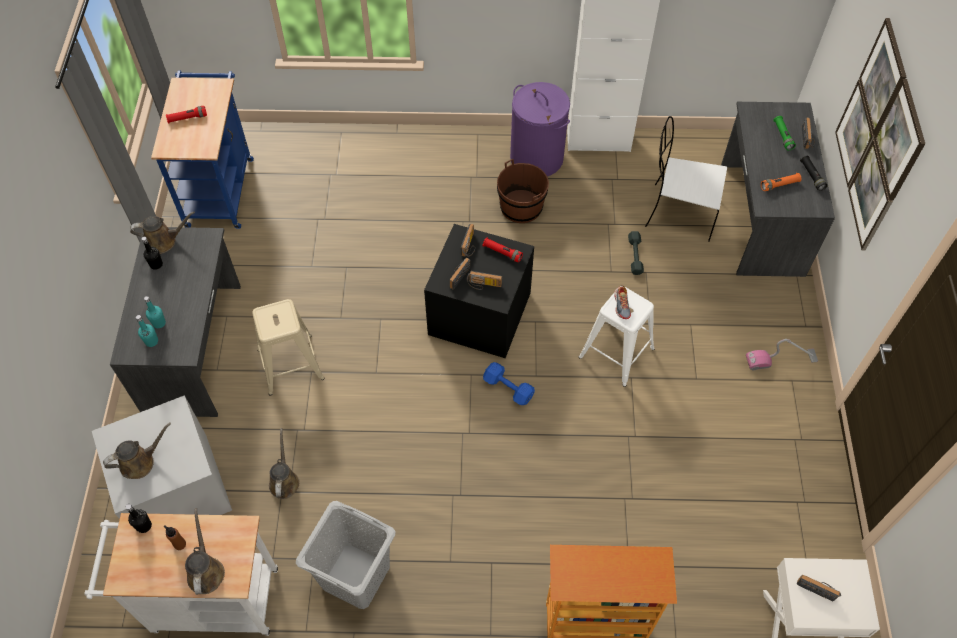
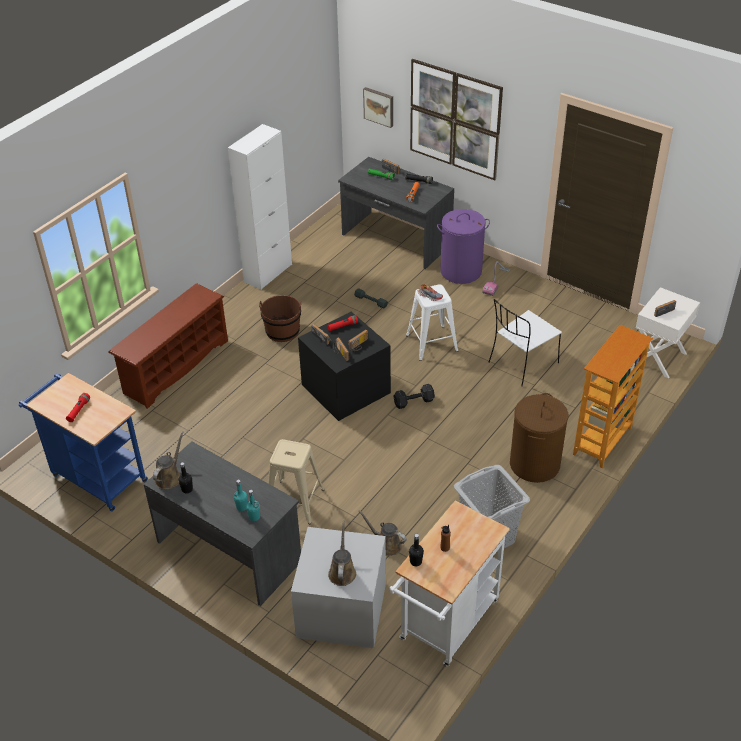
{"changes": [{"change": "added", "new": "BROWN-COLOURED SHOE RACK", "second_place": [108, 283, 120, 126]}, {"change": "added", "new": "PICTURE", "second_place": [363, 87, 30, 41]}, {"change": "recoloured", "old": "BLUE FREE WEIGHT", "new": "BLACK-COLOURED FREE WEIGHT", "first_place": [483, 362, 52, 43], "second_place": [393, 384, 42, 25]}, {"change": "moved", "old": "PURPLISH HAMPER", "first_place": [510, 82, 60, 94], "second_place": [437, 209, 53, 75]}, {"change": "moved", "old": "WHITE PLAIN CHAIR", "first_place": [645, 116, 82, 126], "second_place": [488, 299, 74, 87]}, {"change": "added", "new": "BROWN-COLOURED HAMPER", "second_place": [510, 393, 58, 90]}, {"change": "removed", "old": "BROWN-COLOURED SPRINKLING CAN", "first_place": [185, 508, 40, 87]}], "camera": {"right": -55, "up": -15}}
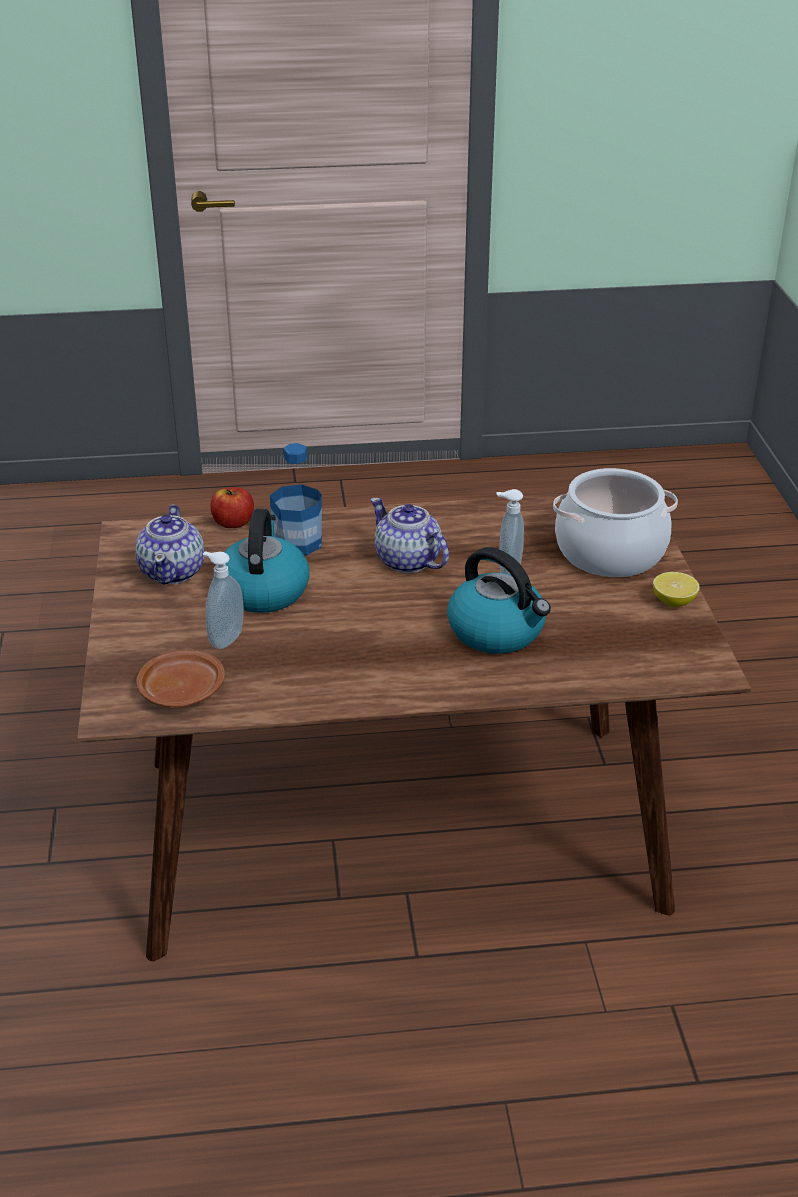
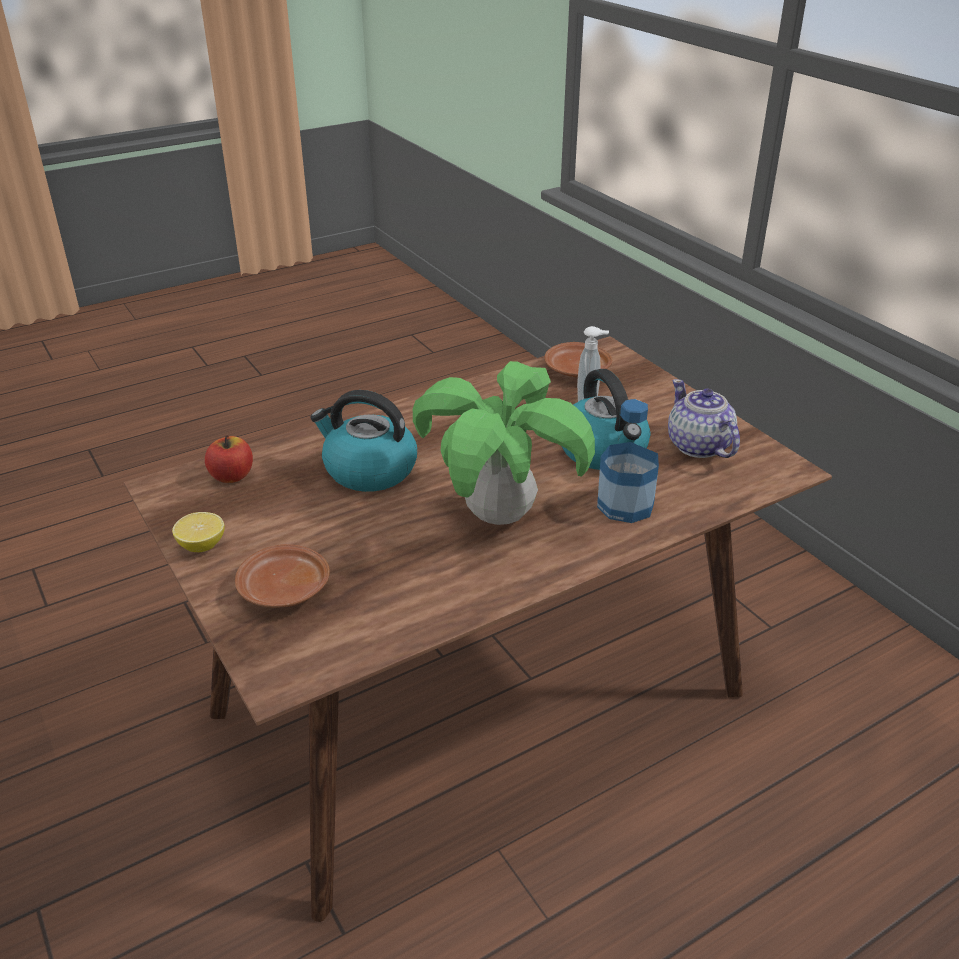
{"changes": [{"change": "moved", "old": "WHOLE APPLE", "first_place": [210, 487, 44, 41], "second_place": [205, 435, 48, 48]}, {"change": "replaced", "old": "COOKING POT", "new": "BROWN-COLOURED FLAT DISH", "first_place": [553, 468, 125, 109], "second_place": [235, 544, 95, 64]}, {"change": "replaced", "old": "TEA POT", "new": "POTTED PLANT", "first_place": [370, 498, 79, 75], "second_place": [413, 361, 182, 164]}, {"change": "removed", "old": "SOAP DISPENSER", "first_place": [496, 489, 28, 85]}], "camera": {"right": 155, "up": 0}}
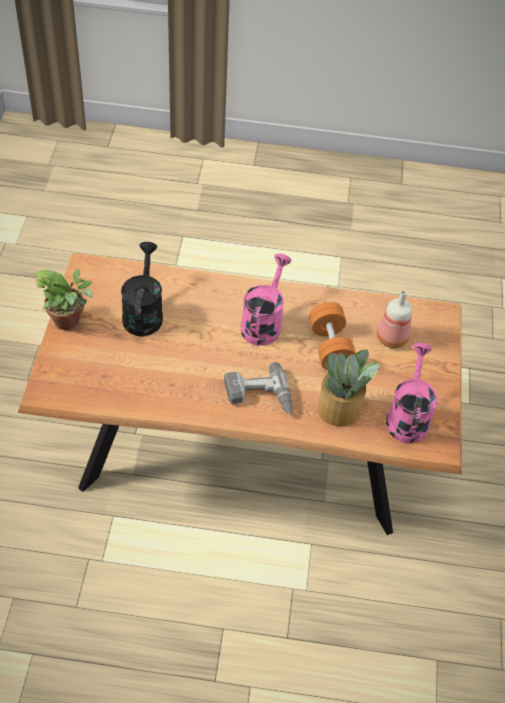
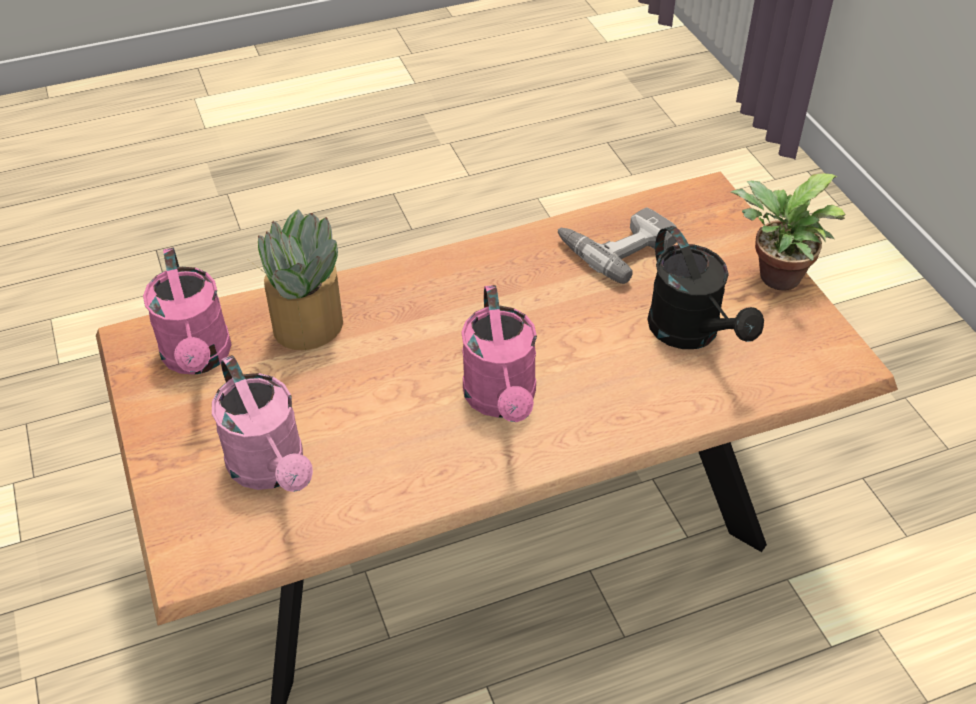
{"changes": [{"change": "replaced", "old": "BOTTLE", "new": "PINKISH SPRINKLING CAN", "first_place": [376, 290, 36, 58], "second_place": [212, 355, 101, 137]}, {"change": "moved", "old": "DRILL", "first_place": [224, 362, 68, 53], "second_place": [558, 208, 119, 76]}, {"change": "removed", "old": "ORANGE-COLOURED FREE WEIGHT", "first_place": [309, 302, 47, 68]}], "camera": {"right": 155, "up": -5}}
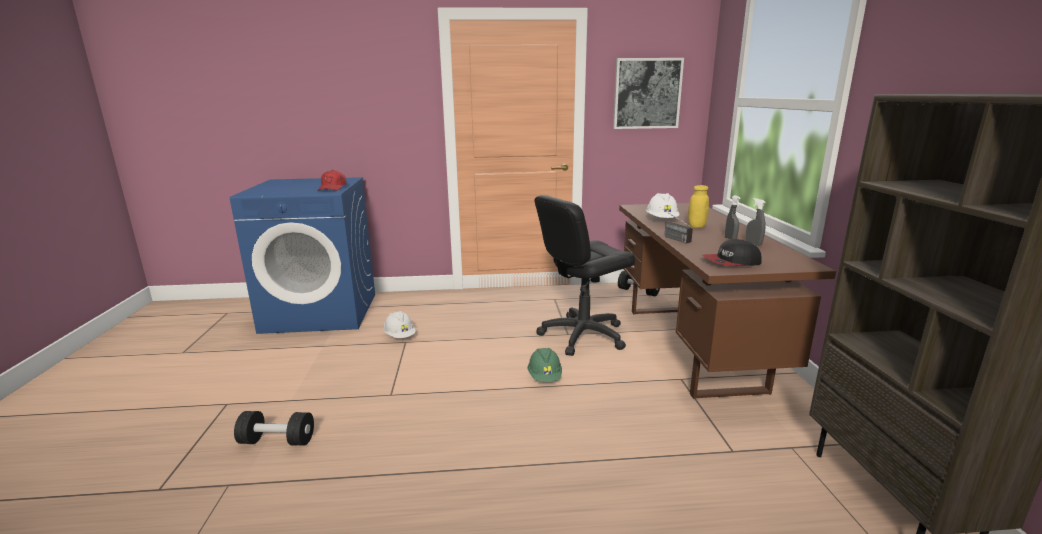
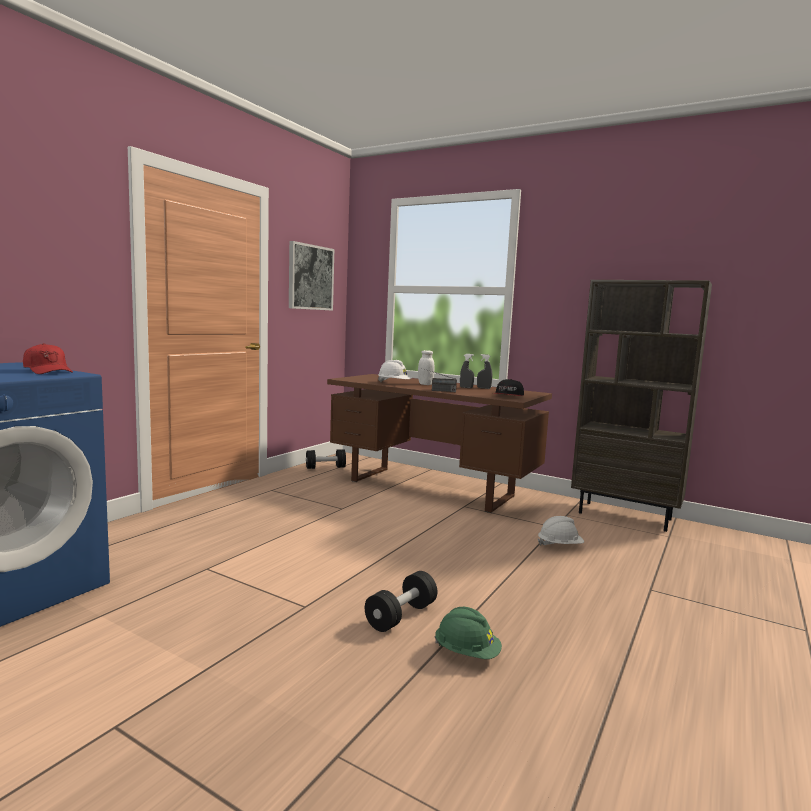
{"changes": [{"change": "moved", "old": "BLACK-COLOURED FREE WEIGHT", "first_place": [234, 411, 80, 35], "second_place": [365, 571, 72, 61]}, {"change": "recoloured", "old": "YELLOW-COLOURED JAR", "new": "WHITE JAR", "first_place": [688, 185, 21, 43], "second_place": [418, 350, 16, 35]}, {"change": "moved", "old": "GREENISH WORK HELMET", "first_place": [528, 348, 34, 34], "second_place": [435, 607, 67, 52]}, {"change": "moved", "old": "WHITE WORK HELMET", "first_place": [383, 311, 33, 27], "second_place": [538, 516, 46, 30]}, {"change": "removed", "old": "BLACK-COLOURED DESK CHAIR", "first_place": [535, 195, 100, 161]}], "camera": {"right": -55, "up": -10}}
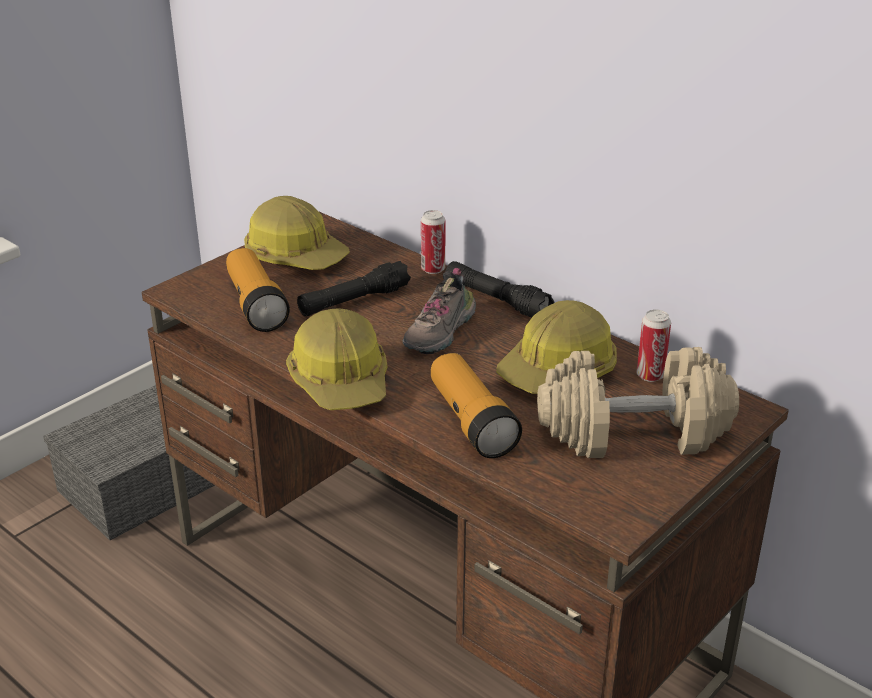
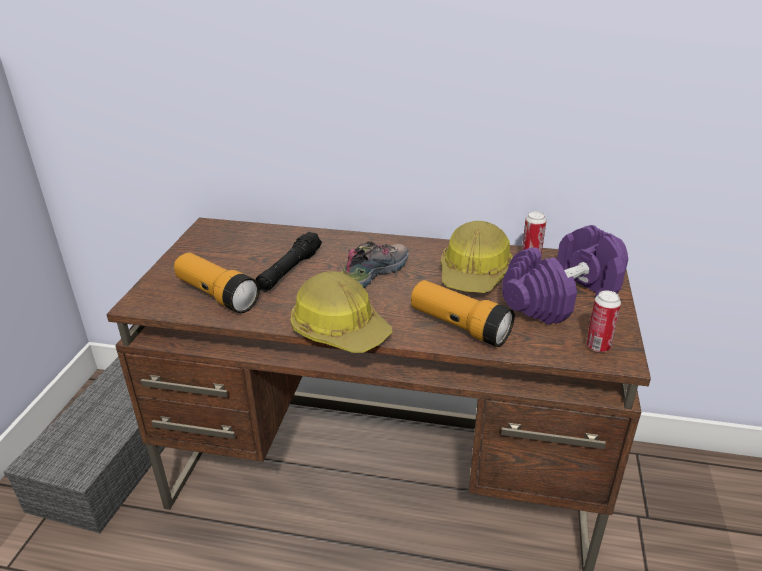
{"changes": [{"change": "turned", "old": "LOW SHOE", "first_place": [402, 268, 74, 86], "second_place": [341, 241, 68, 47], "degrees": -135}, {"change": "recoloured", "old": "SAND-COLOURED FREE WEIGHT", "new": "PURPLISH FREE WEIGHT", "first_place": [537, 347, 202, 111], "second_place": [502, 225, 126, 100]}, {"change": "moved", "old": "CAN", "first_place": [421, 210, 24, 64], "second_place": [586, 290, 35, 62]}, {"change": "removed", "old": "WORK HELMET", "first_place": [244, 196, 106, 74]}, {"change": "removed", "old": "BLACK-COLOURED TORCH", "first_place": [446, 261, 109, 56]}], "camera": {"right": -30, "up": 0}}
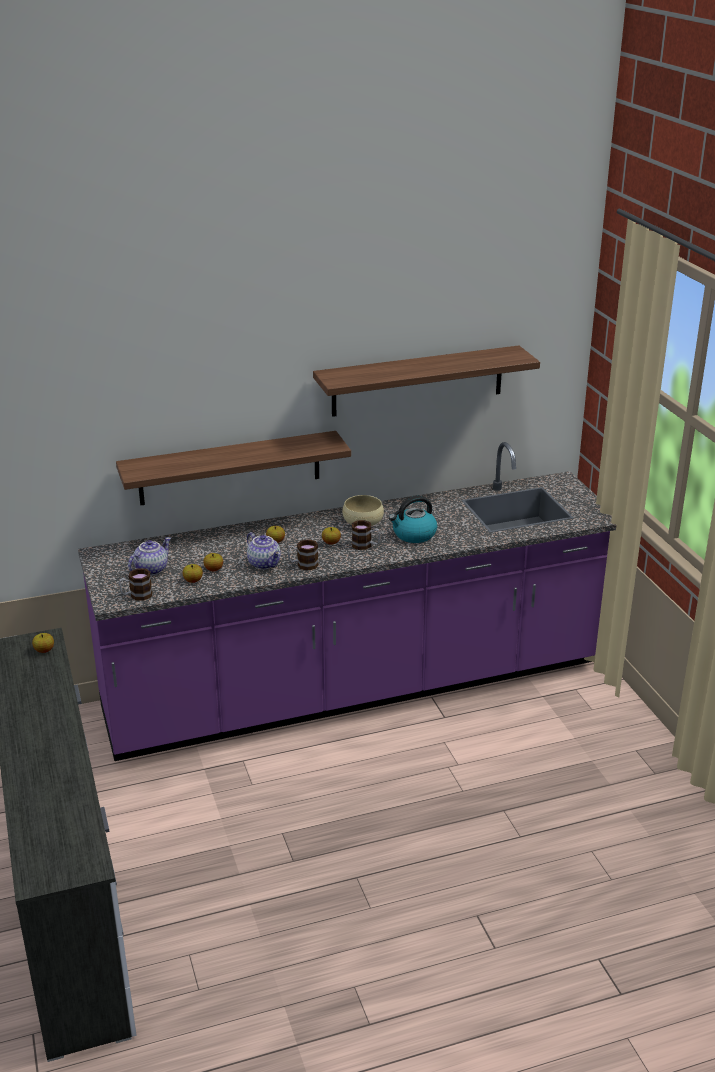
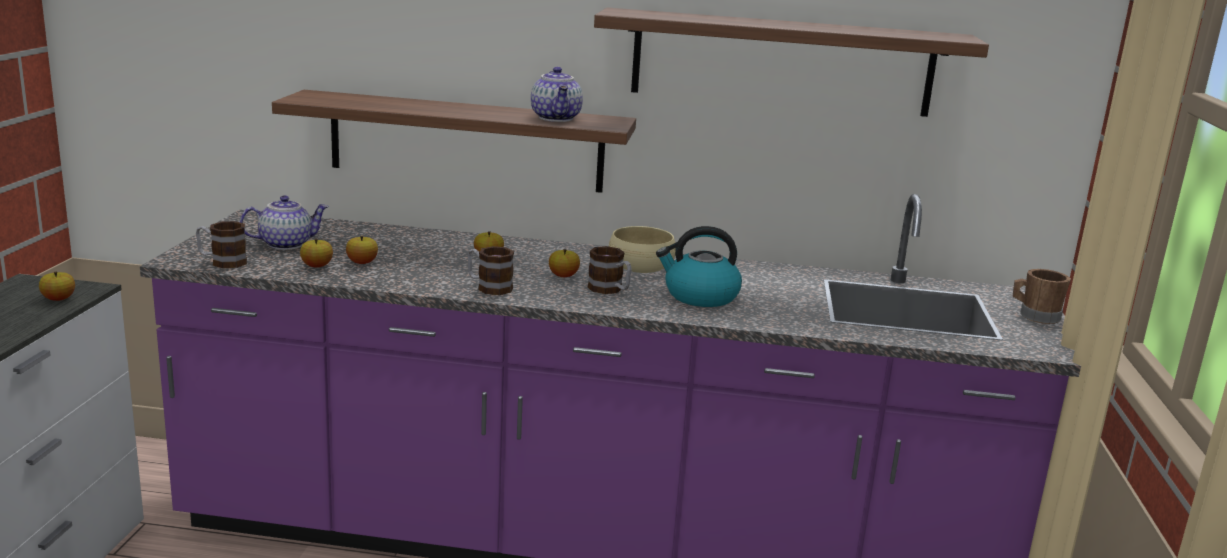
{"changes": [{"change": "moved", "old": "TEA POT", "first_place": [247, 532, 34, 38], "second_place": [531, 67, 52, 55]}, {"change": "added", "new": "BROWN-COLOURED TEA MUG", "second_place": [1013, 269, 58, 55]}], "camera": {"right": 25, "up": -10}}
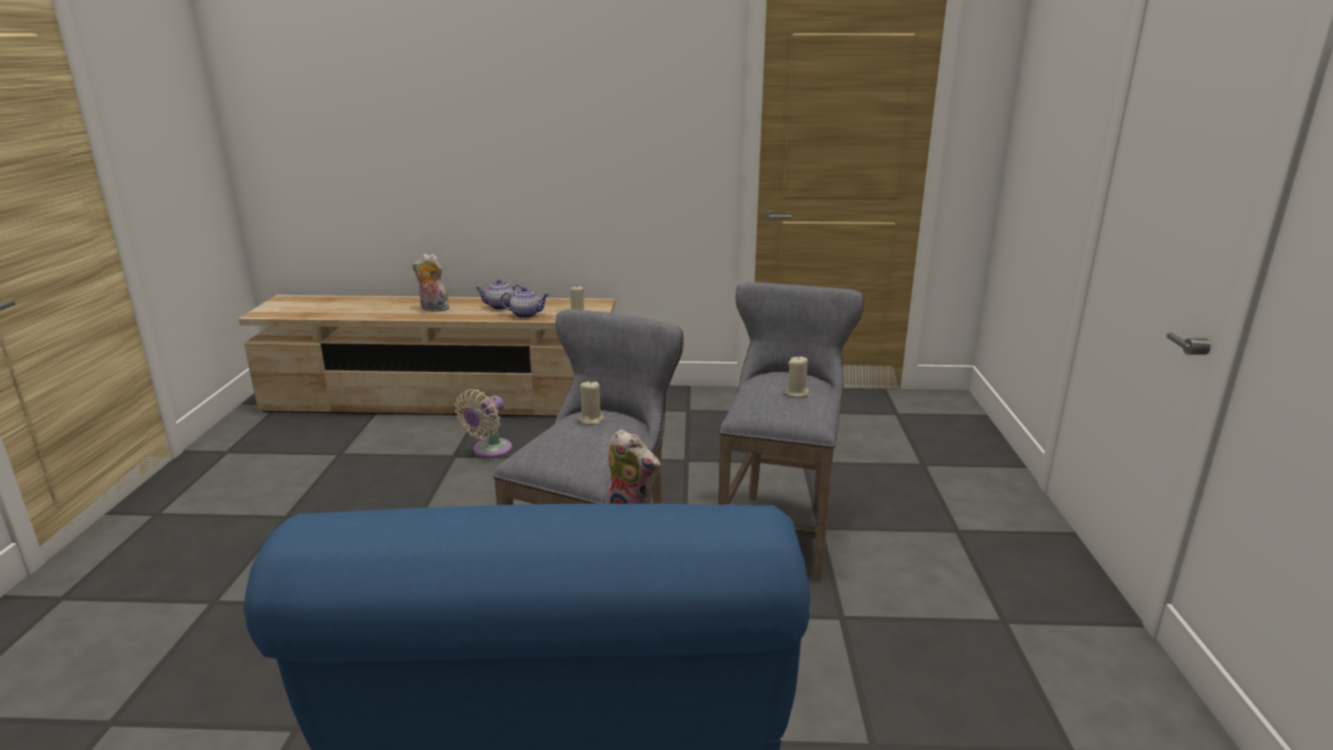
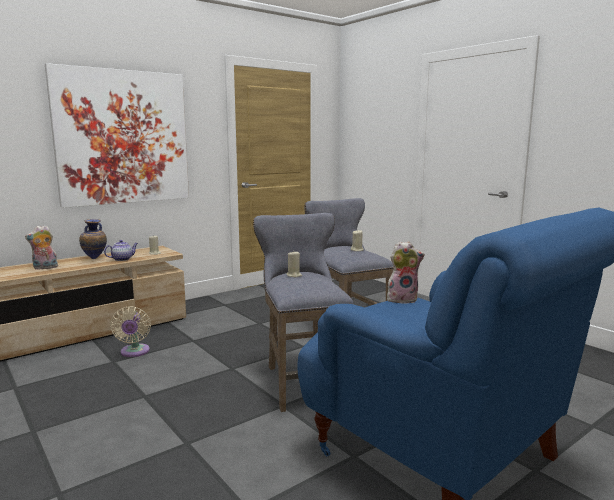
{"changes": [{"change": "added", "new": "PICTURE", "second_place": [45, 63, 144, 145]}, {"change": "replaced", "old": "TEA POT", "new": "DECORATIVE VASE", "first_place": [475, 280, 47, 30], "second_place": [79, 219, 28, 40]}], "camera": {"right": -40, "up": -10}}
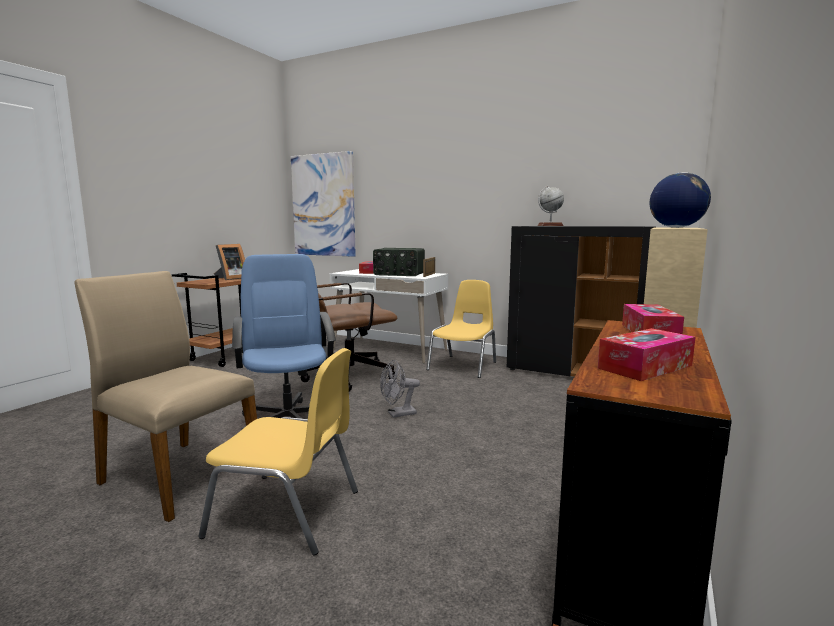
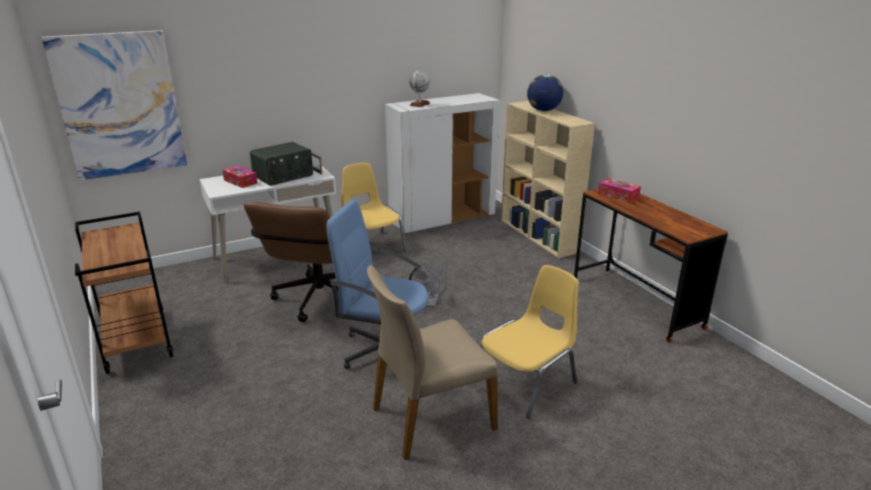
{"changes": [{"change": "recoloured", "old": "BLACK-COLOURED STORAGE CABINET", "new": "WHITE STORAGE CABINET", "first_place": [507, 226, 149, 151], "second_place": [385, 93, 115, 141]}, {"change": "removed", "old": "PHOTO FRAME", "first_place": [214, 244, 31, 36]}, {"change": "removed", "old": "BOX OF TISSUES", "first_place": [598, 328, 97, 53]}], "camera": {"right": -55, "up": 15}}
